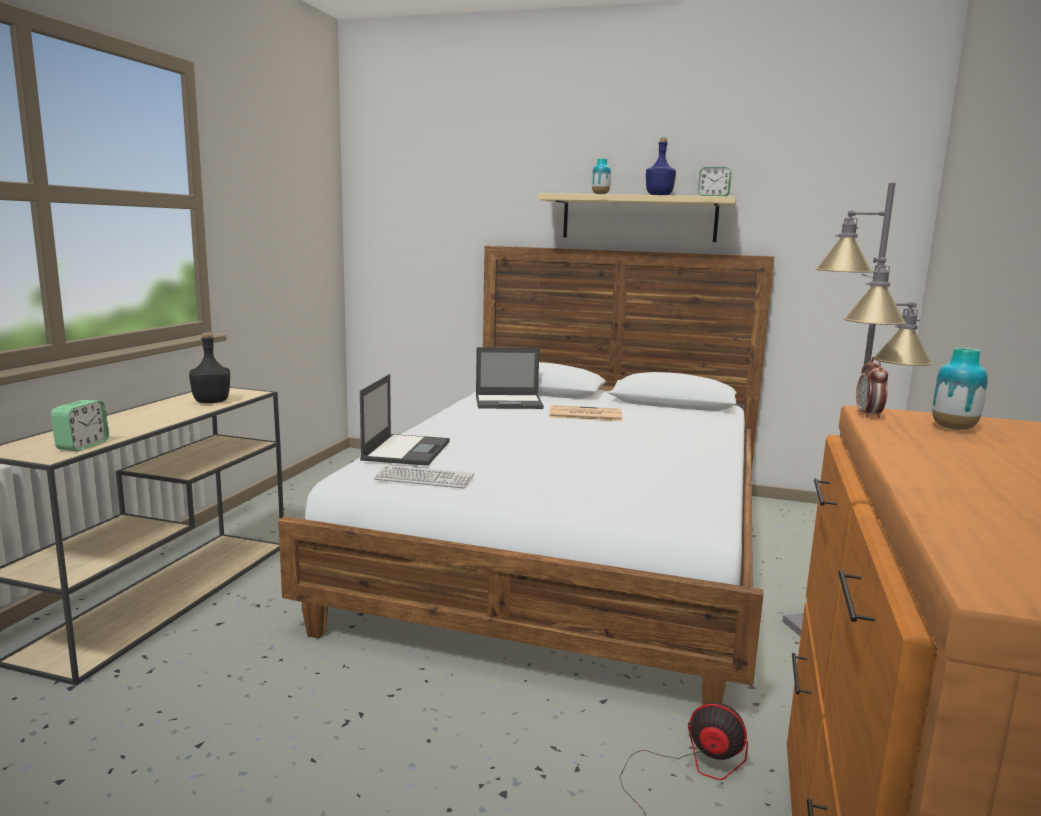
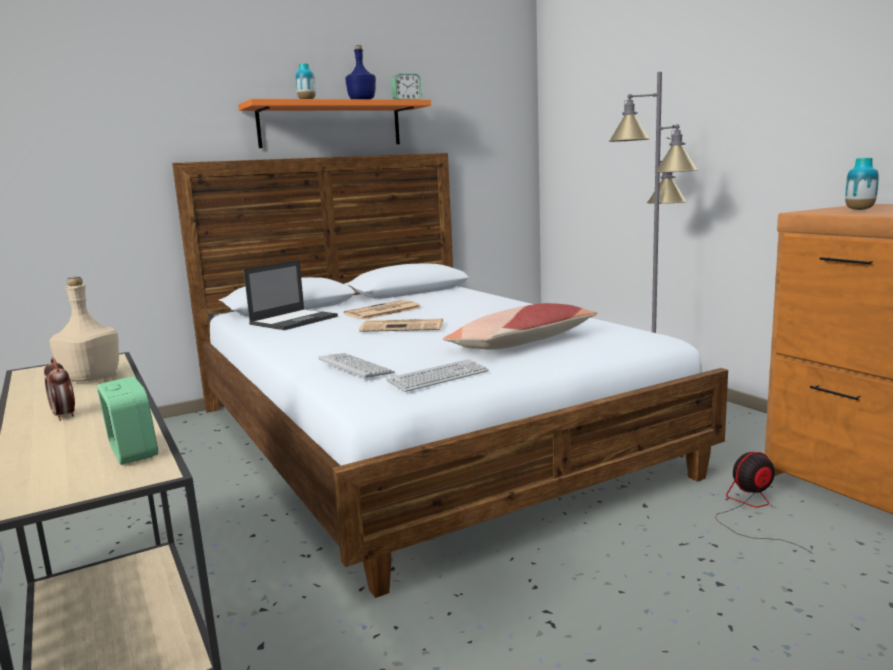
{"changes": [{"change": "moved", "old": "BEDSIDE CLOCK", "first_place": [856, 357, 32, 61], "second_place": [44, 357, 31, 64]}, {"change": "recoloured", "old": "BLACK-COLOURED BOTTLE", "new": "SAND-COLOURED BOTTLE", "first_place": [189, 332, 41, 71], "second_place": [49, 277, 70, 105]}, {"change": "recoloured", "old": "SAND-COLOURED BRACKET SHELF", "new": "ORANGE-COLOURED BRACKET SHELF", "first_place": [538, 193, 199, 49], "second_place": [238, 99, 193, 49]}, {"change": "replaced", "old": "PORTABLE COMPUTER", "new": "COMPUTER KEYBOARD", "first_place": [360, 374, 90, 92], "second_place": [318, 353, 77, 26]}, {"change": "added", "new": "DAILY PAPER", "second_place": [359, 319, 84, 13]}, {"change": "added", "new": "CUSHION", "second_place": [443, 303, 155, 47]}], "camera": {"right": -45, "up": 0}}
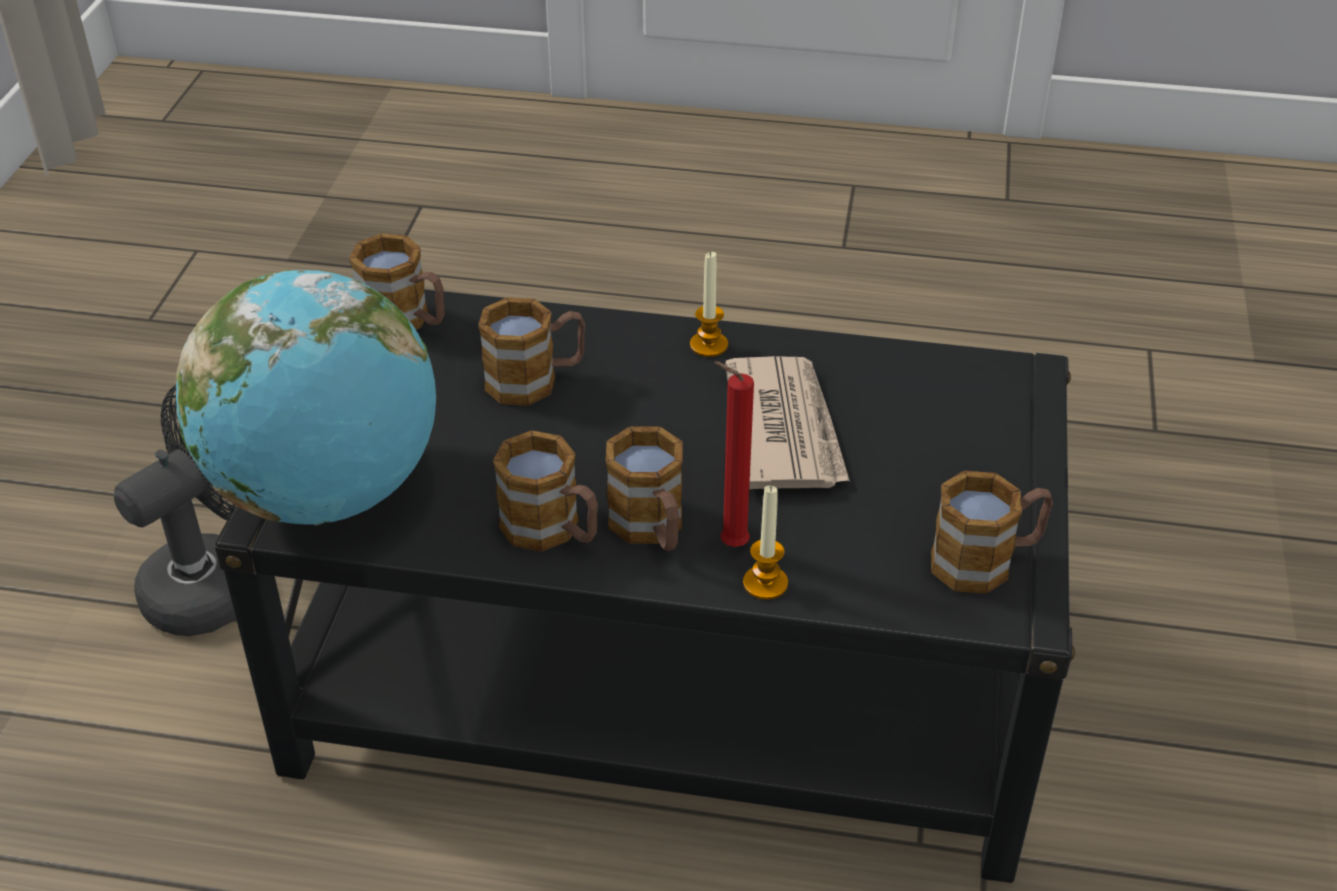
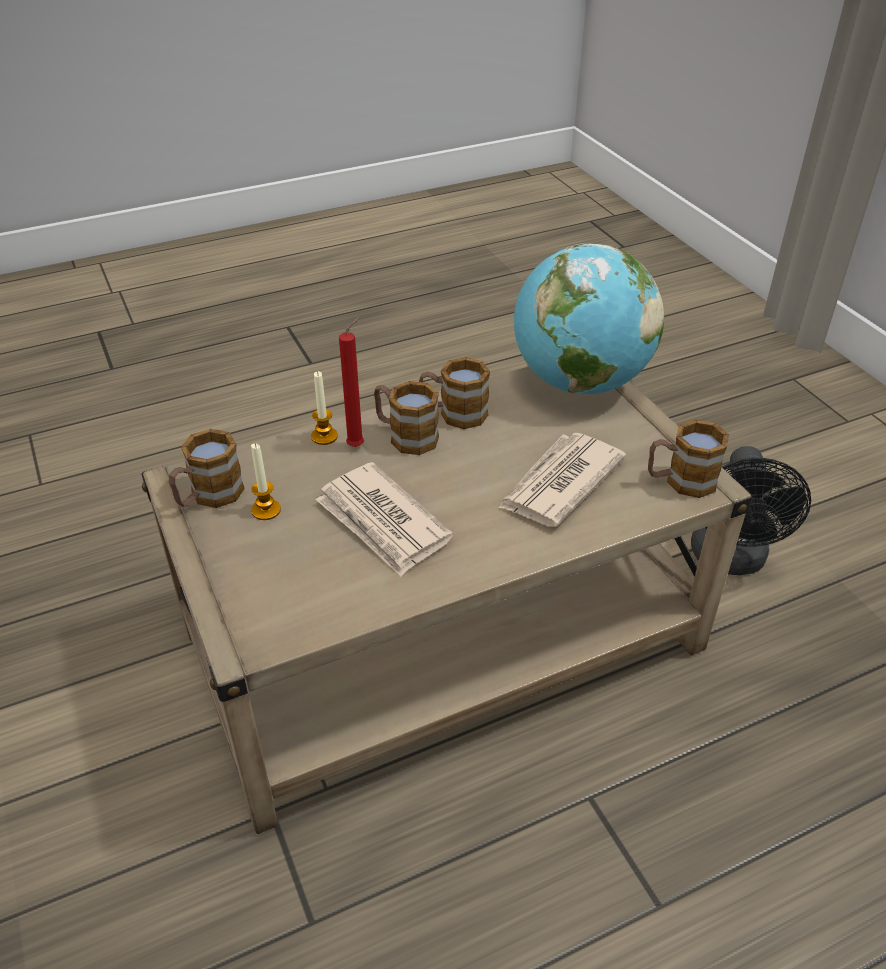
{"changes": [{"change": "recoloured", "old": "BLACK-COLOURED LOW TABLE", "new": "SAND-COLOURED LOW TABLE", "first_place": [214, 289, 861, 594], "second_place": [142, 366, 610, 468]}, {"change": "moved", "old": "CANDLE", "first_place": [690, 251, 38, 106], "second_place": [251, 443, 30, 77]}, {"change": "replaced", "old": "TEA MUG", "new": "DAILY PAPER", "first_place": [478, 297, 107, 109], "second_place": [498, 433, 128, 94]}], "camera": {"right": 145, "up": 0}}
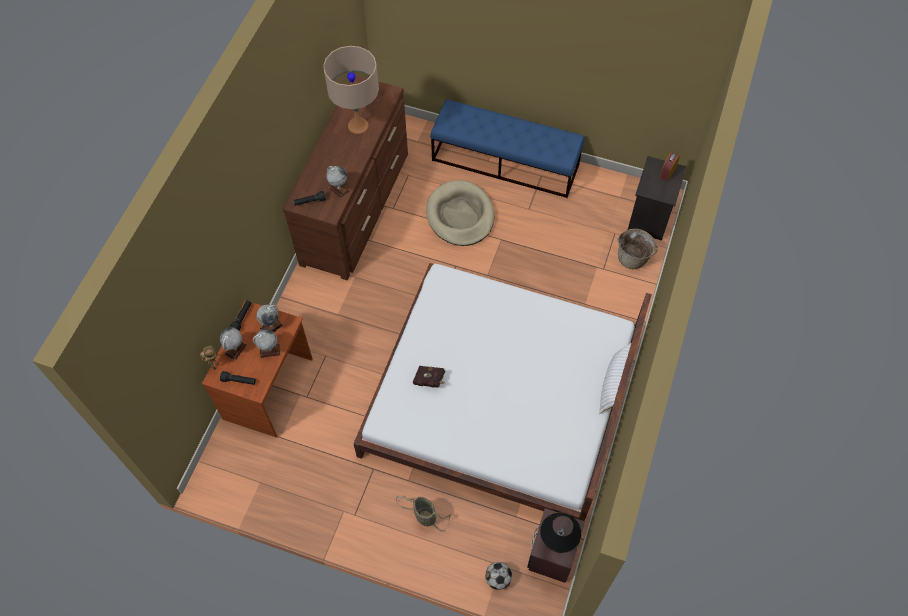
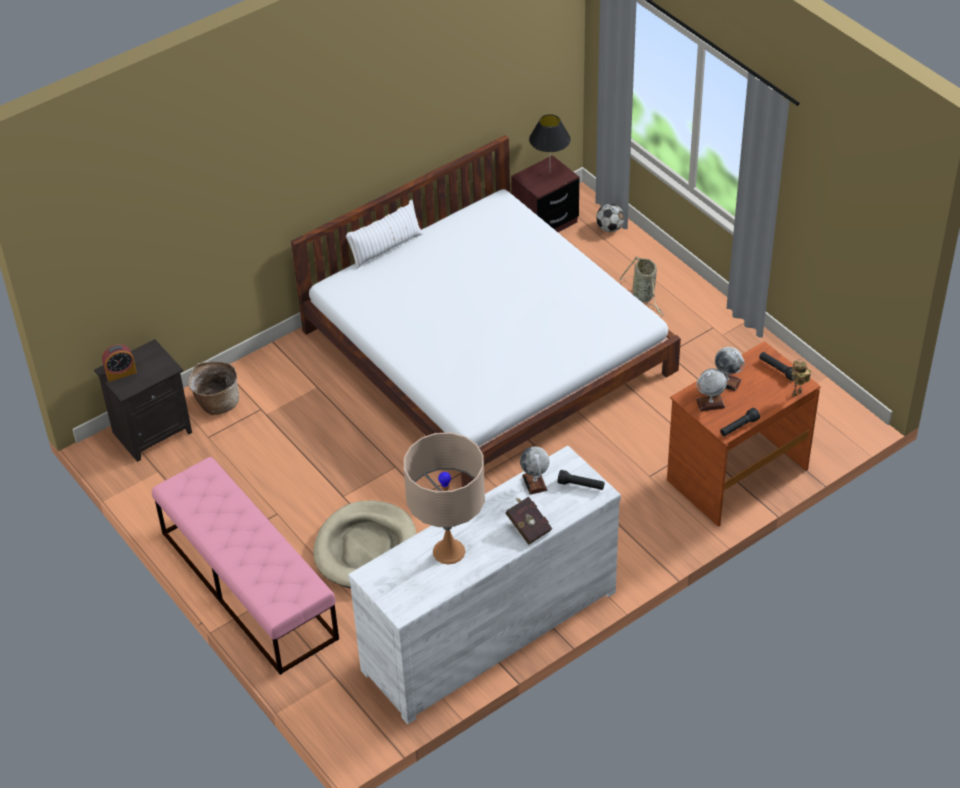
{"changes": [{"change": "recoloured", "old": "BLUE BENCH", "new": "PINKISH BENCH", "first_place": [430, 99, 154, 99], "second_place": [152, 457, 187, 218]}, {"change": "recoloured", "old": "BROWN-COLOURED DRAWER CHEST", "new": "WHITE DRAWER CHEST", "first_place": [283, 75, 125, 205], "second_place": [348, 446, 273, 278]}, {"change": "moved", "old": "RED-COLOURED BOUND BOOK", "first_place": [413, 366, 32, 22], "second_place": [505, 497, 47, 48]}, {"change": "removed", "old": "WORLD GLOBE", "first_place": [220, 328, 27, 32]}], "camera": {"right": -145, "up": -15}}
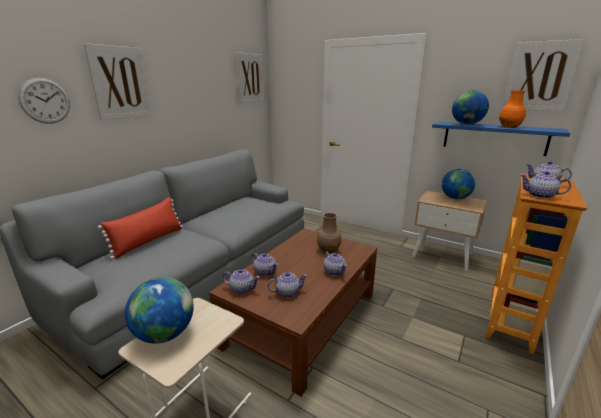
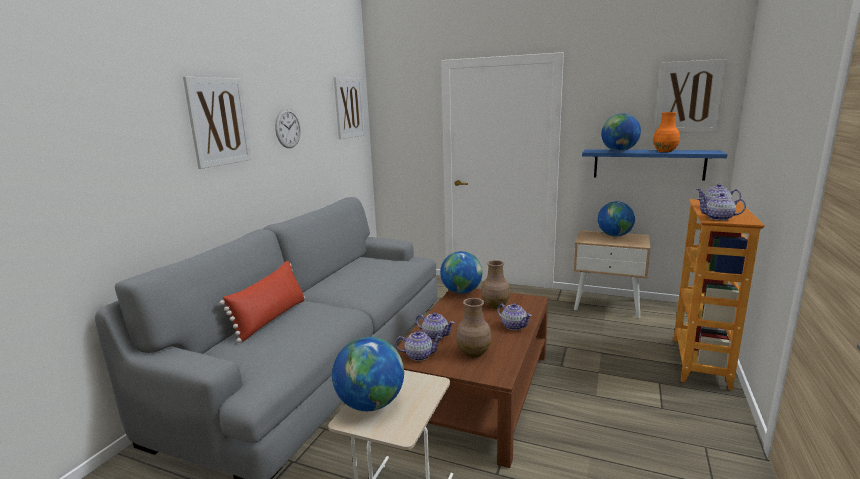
{"changes": [{"change": "moved", "old": "HANGING CLOCK", "first_place": [18, 78, 52, 46], "second_place": [275, 109, 26, 39]}, {"change": "added", "new": "WORLD GLOBE", "second_place": [440, 251, 42, 43]}, {"change": "replaced", "old": "TEA POT", "new": "BROWN-COLOURED DECORATIVE VASE", "first_place": [267, 272, 40, 26], "second_place": [456, 298, 36, 59]}], "camera": {"right": -10, "up": -5}}
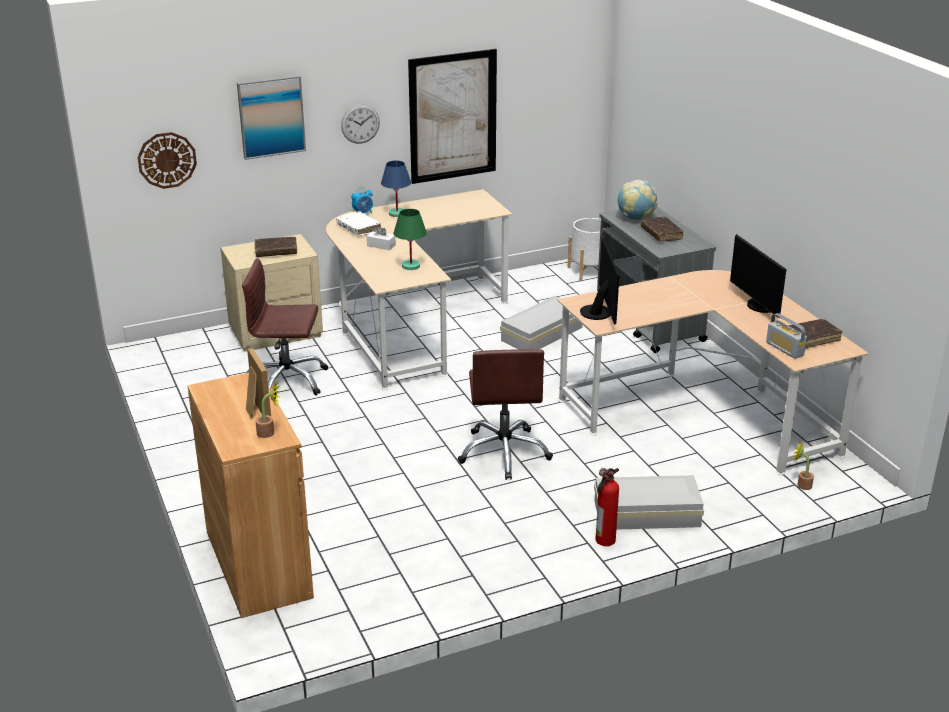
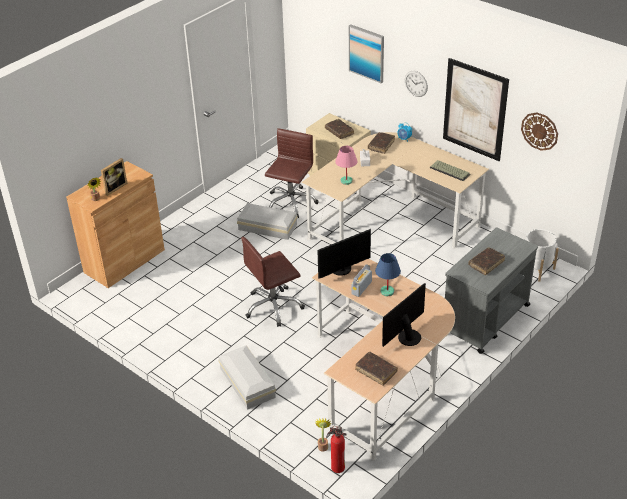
{"changes": [{"change": "moved", "old": "WHITE STORAGE CONTAINER", "first_place": [500, 296, 82, 53], "second_place": [237, 203, 61, 37]}, {"change": "turned", "old": "BROWN-COLOURED DESK CHAIR", "first_place": [242, 258, 86, 137], "second_place": [265, 128, 54, 90], "degrees": 45}, {"change": "moved", "old": "EXTINGUISHER", "first_place": [595, 468, 24, 78], "second_place": [327, 426, 19, 47]}, {"change": "recoloured", "old": "GREENISH TABLE LAMP", "new": "PINKISH TABLE LAMP", "first_place": [393, 209, 34, 61], "second_place": [335, 146, 22, 39]}, {"change": "moved", "old": "RADIO SET", "first_place": [766, 313, 41, 46], "second_place": [351, 264, 21, 33]}, {"change": "recoloured", "old": "WHITE BOUND BOOK", "new": "BROWN-COLOURED BOUND BOOK", "first_place": [336, 211, 45, 25], "second_place": [368, 132, 27, 22]}, {"change": "moved", "old": "BLUE TABLE LAMP", "first_place": [381, 161, 30, 56], "second_place": [375, 253, 26, 43]}, {"change": "added", "new": "COMPUTER KEYBOARD", "second_place": [430, 160, 40, 21]}, {"change": "moved", "old": "HANGING CLOCK", "first_place": [137, 132, 60, 57], "second_place": [521, 113, 37, 38]}, {"change": "removed", "old": "WORLD GLOBE", "first_place": [618, 180, 40, 40]}], "camera": {"right": 65, "up": 10}}
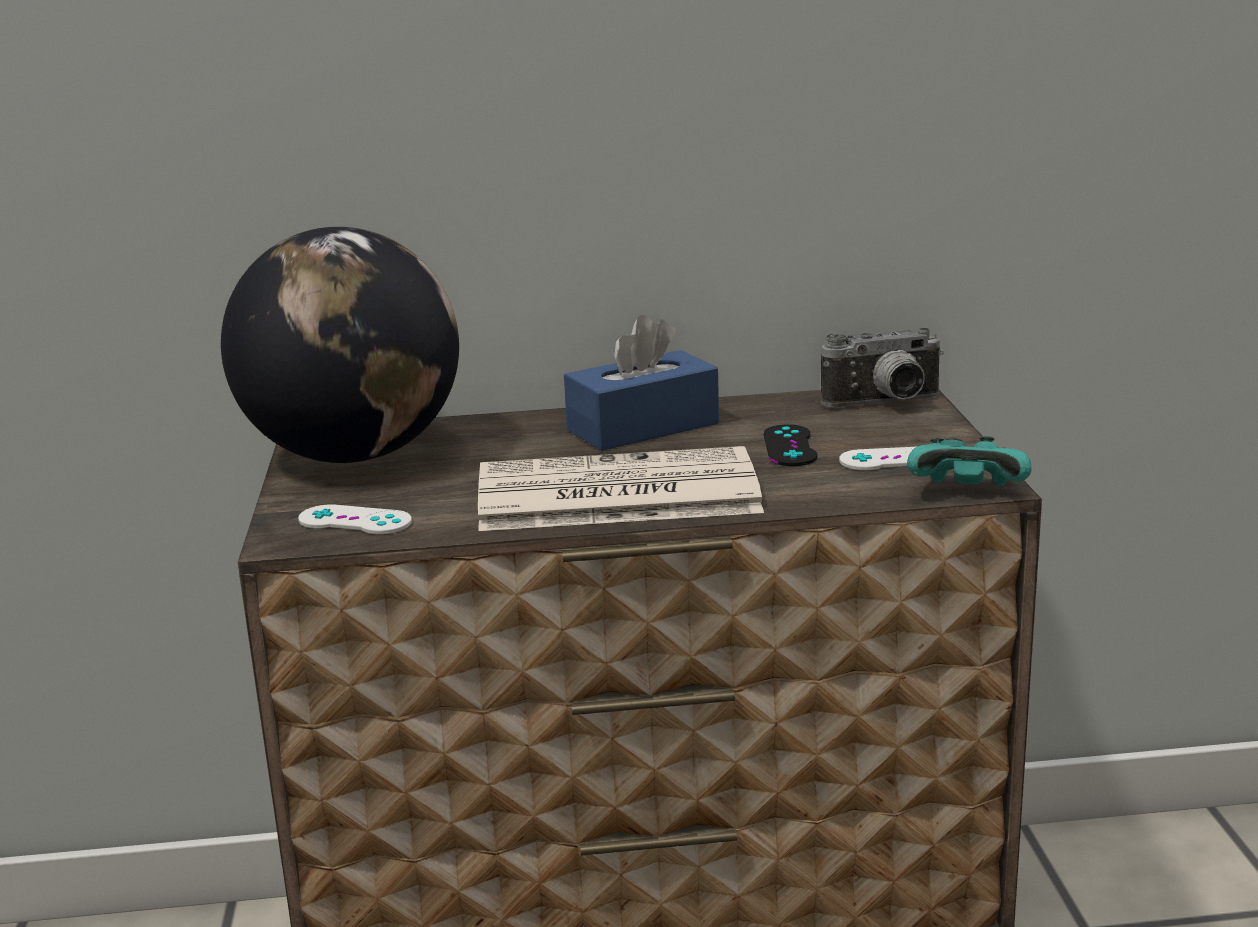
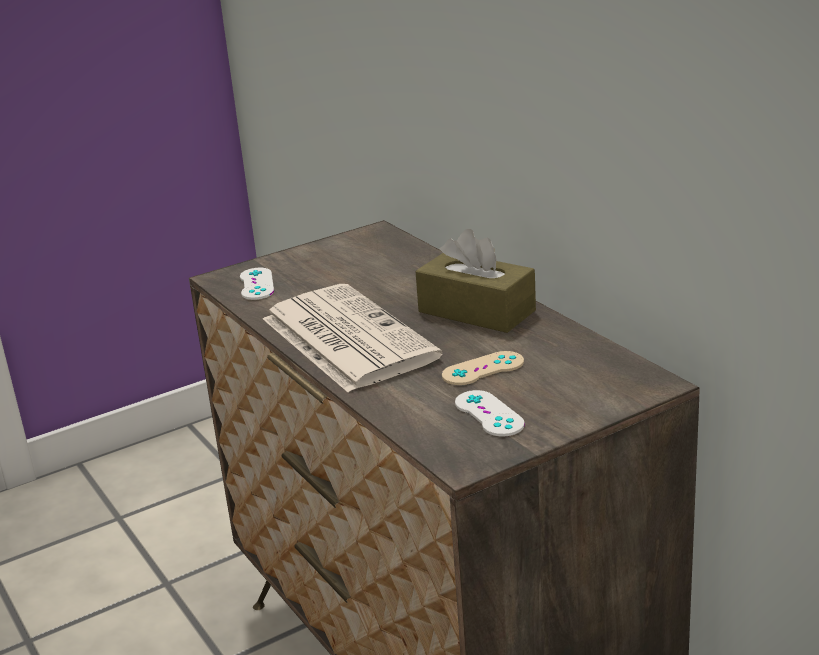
{"changes": [{"change": "recoloured", "old": "BLUE BOX OF TISSUES", "new": "BROWN-COLOURED BOX OF TISSUES", "first_place": [564, 315, 155, 136], "second_place": [415, 229, 121, 104]}, {"change": "recoloured", "old": "BLACK-COLOURED GAME CONTROLLER", "new": "SAND-COLOURED GAME CONTROLLER", "first_place": [764, 424, 53, 42], "second_place": [442, 351, 82, 34]}, {"change": "removed", "old": "WORLD GLOBE", "first_place": [221, 227, 238, 236]}, {"change": "removed", "old": "PHOTO CAMERA", "first_place": [821, 327, 123, 80]}, {"change": "removed", "old": "TURQUOISE-COLOURED GAME CONTROLLER", "first_place": [907, 436, 125, 50]}], "camera": {"right": 65, "up": 5}}
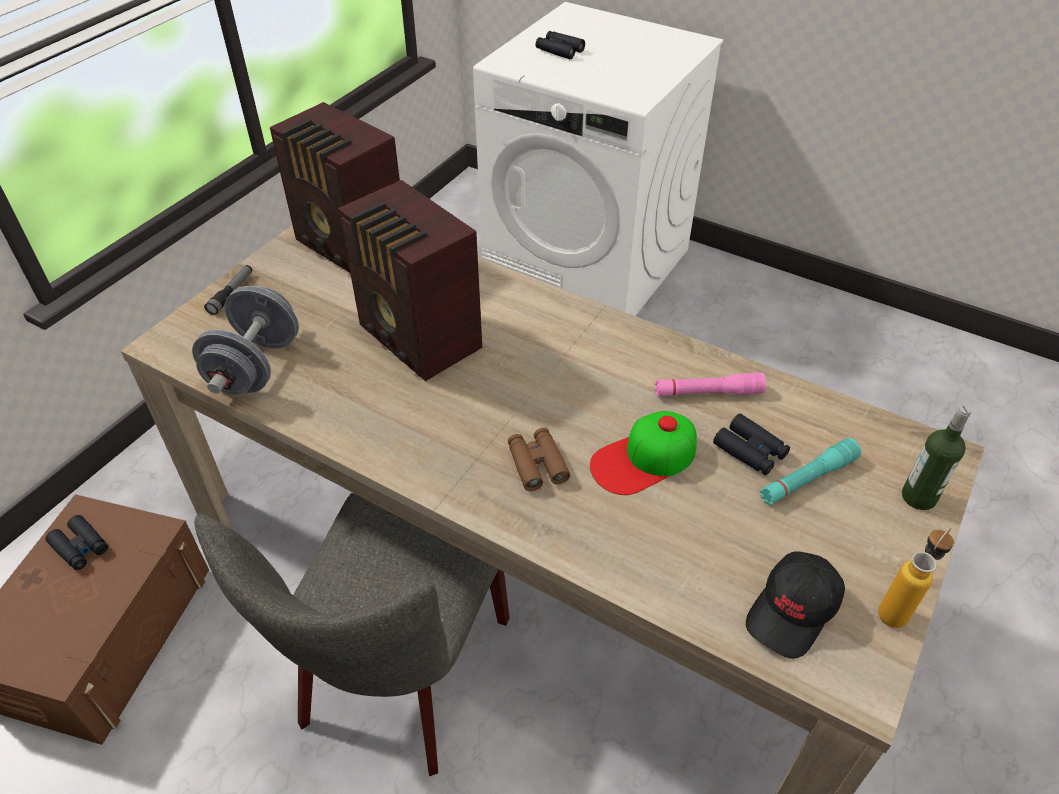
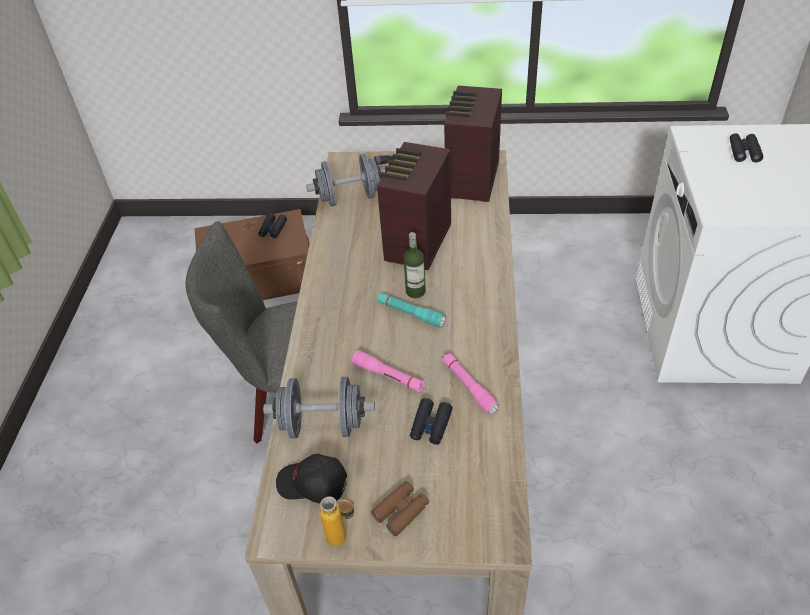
{"changes": [{"change": "added", "new": "GRAY FREE WEIGHT", "second_place": [263, 377, 112, 62]}, {"change": "replaced", "old": "CAP", "new": "PINKISH TORCH", "first_place": [590, 411, 107, 84], "second_place": [352, 350, 73, 42]}, {"change": "moved", "old": "BROWN-COLOURED PAIR OF BINOCULARS", "first_place": [508, 428, 62, 63], "second_place": [371, 481, 58, 55]}, {"change": "moved", "old": "TURQUOISE-COLOURED TORCH", "first_place": [760, 438, 101, 67], "second_place": [377, 292, 69, 36]}, {"change": "moved", "old": "BOTTLE", "first_place": [902, 405, 69, 105], "second_place": [404, 232, 22, 66]}], "camera": {"right": 65, "up": 0}}
